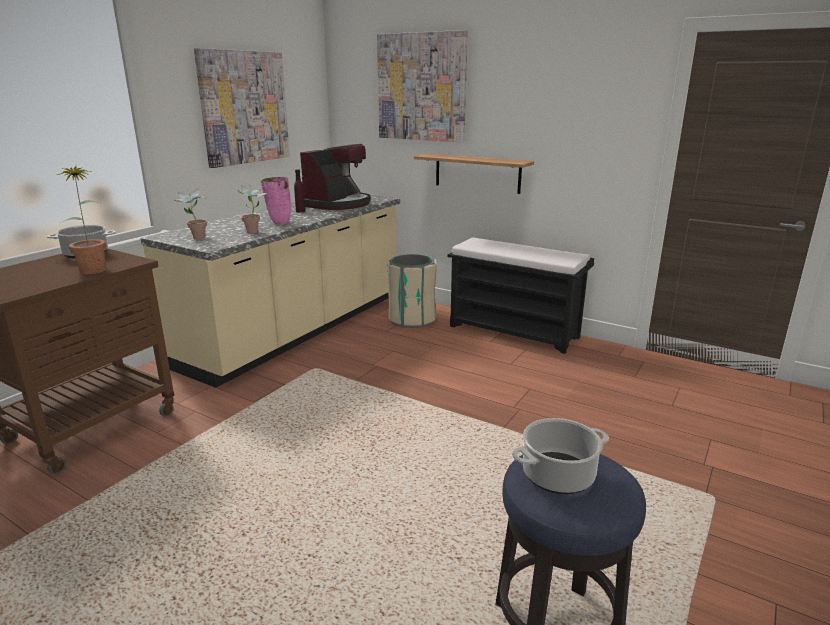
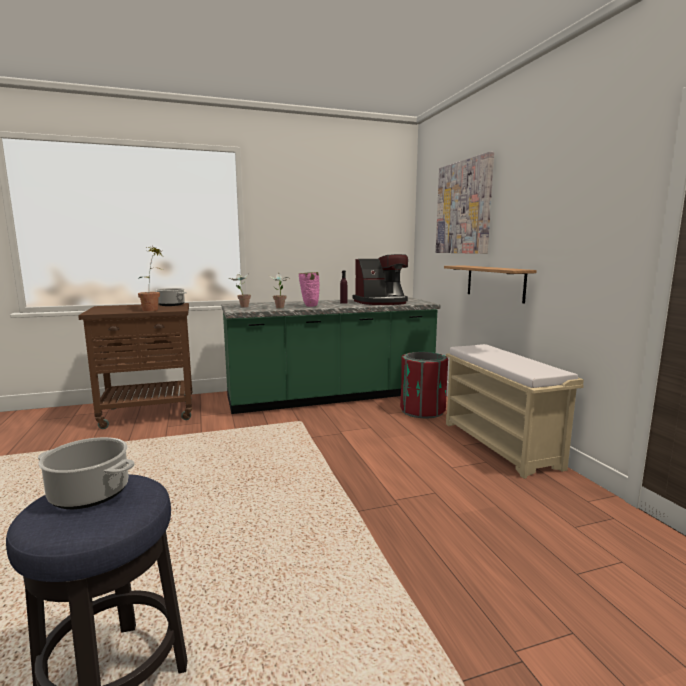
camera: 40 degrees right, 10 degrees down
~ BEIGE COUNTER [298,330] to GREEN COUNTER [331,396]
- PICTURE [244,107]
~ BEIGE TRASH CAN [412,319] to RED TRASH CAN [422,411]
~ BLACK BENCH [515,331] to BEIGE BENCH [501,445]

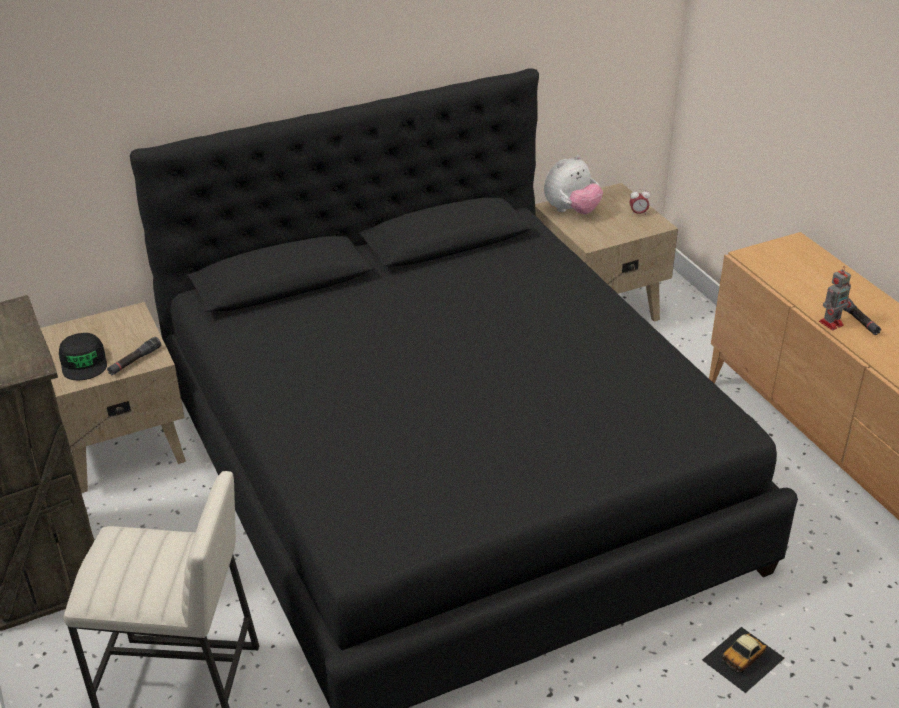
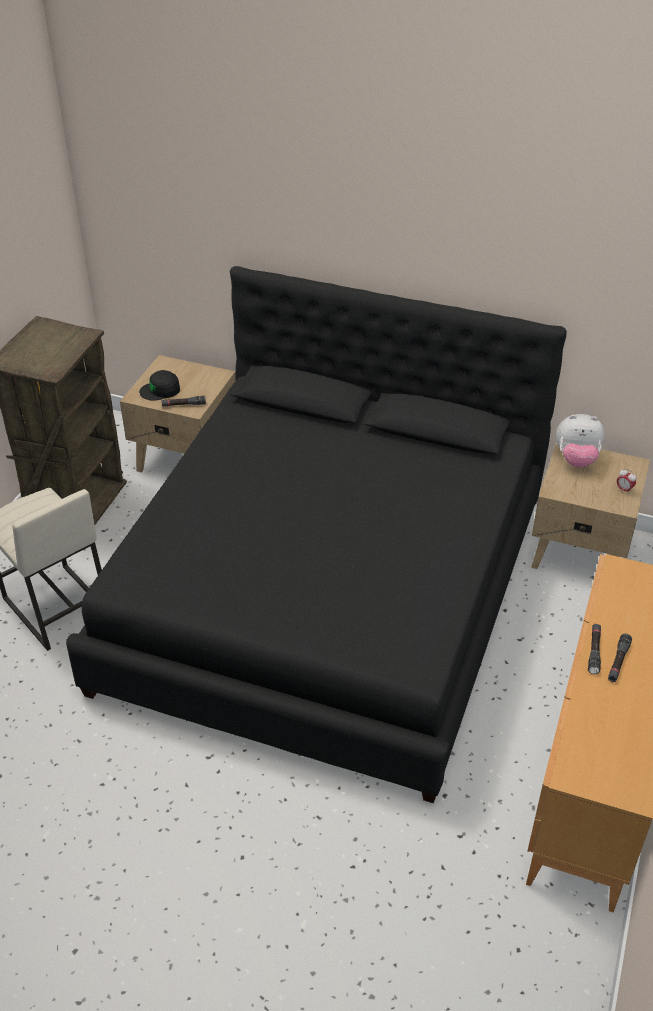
camera: 45 degrees right, 5 degrees up
~ BLACK CAP [84,362] = [160,390] 45 degrees clockwise
- TOY CAR [743,659]
~ TOY ROBOT [832,323] to BLACK FLASHLIGHT [594,651]

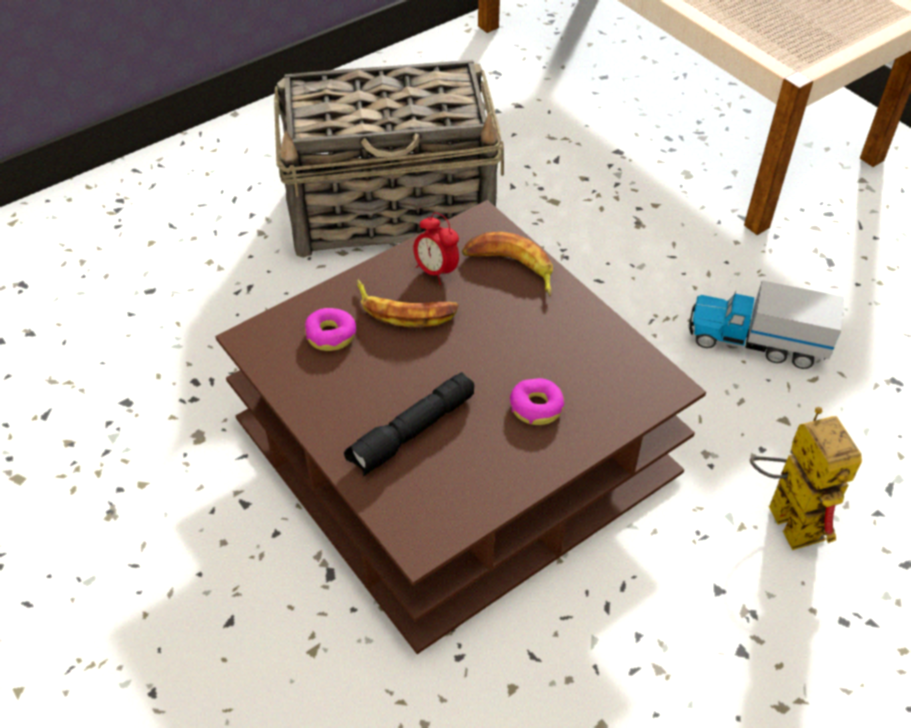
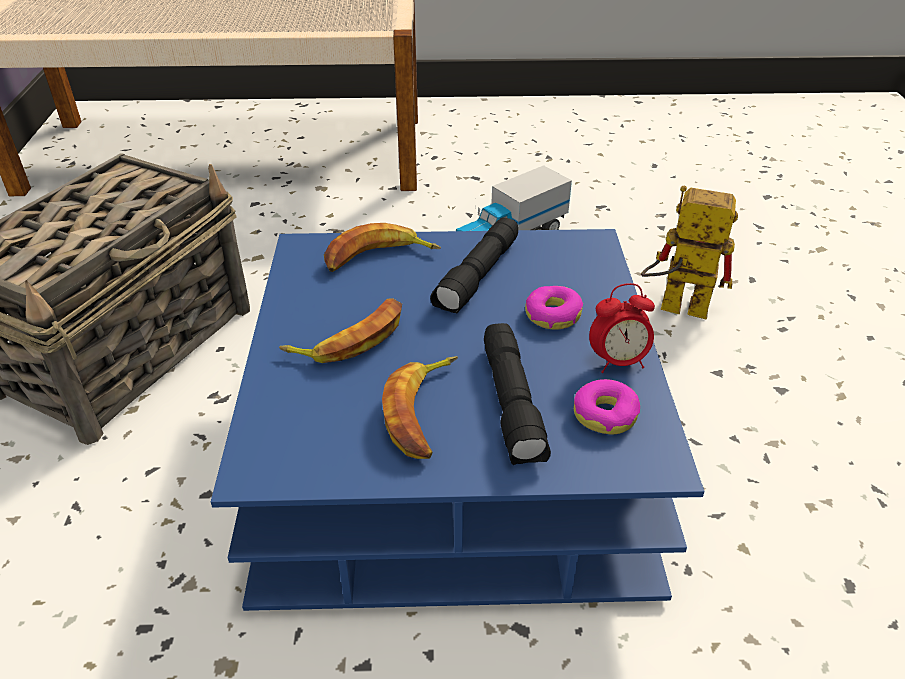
camera: 55 degrees left, 10 degrees down
~ BROWN COFFEE TABLE [455,448] to BLUE COFFEE TABLE [452,450]
~ DONUT [331,335] to [605,414]
~ ALARM CLOCK [436,271] to [618,362]
+ BANANA [423,412]
+ BLACK FLASHLIGHT [478,277]

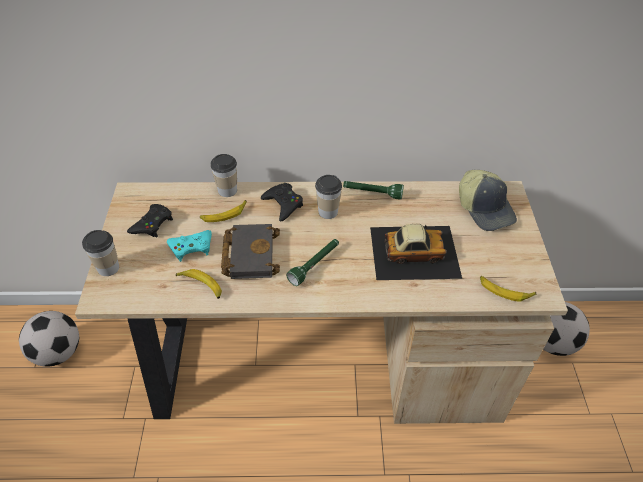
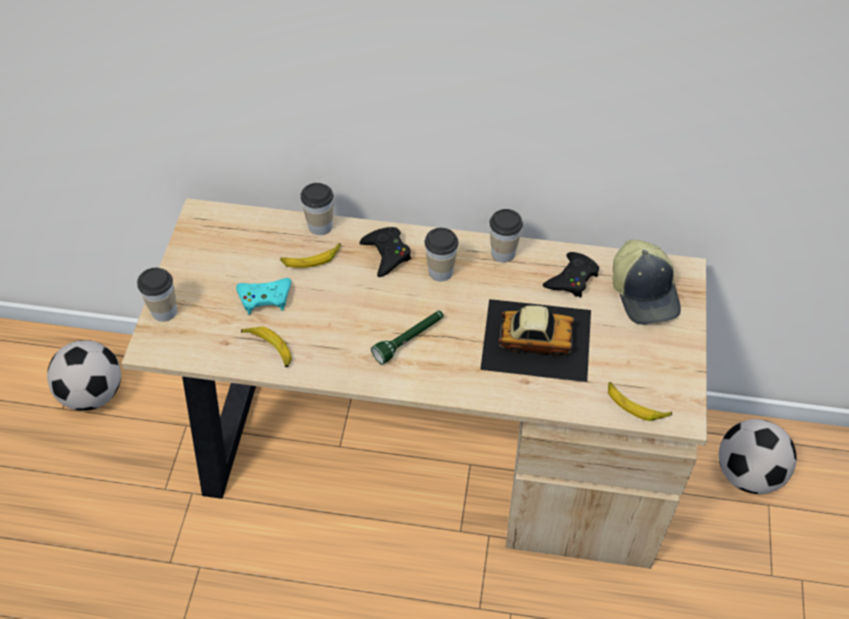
camera: 10 degrees right, 5 degrees up
~ BLACK GAME CONTROLLER [152,224] to [572,279]
- BLACK BOOK [249,254]
~ GREEN FLASHLIGHT [372,193] to CUP [503,253]

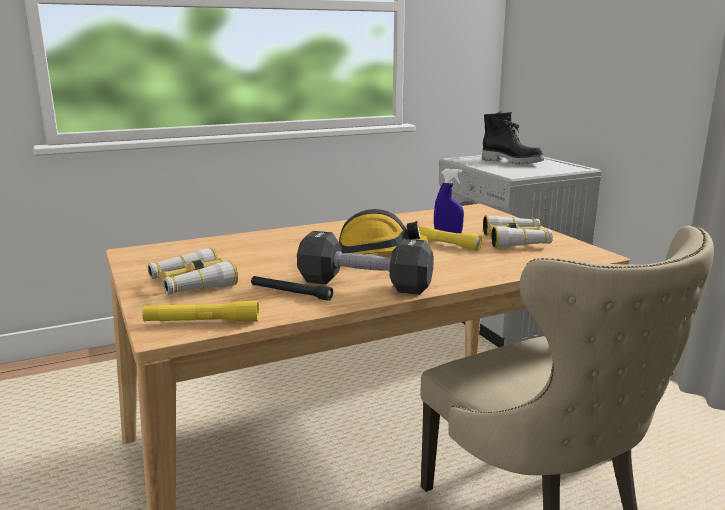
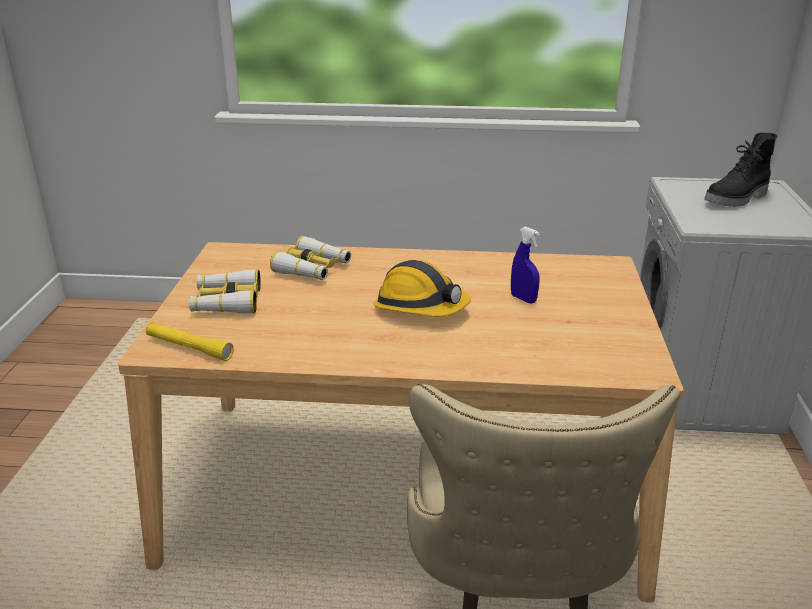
camera: 30 degrees right, 10 degrees up
- BLACK FLASHLIGHT [290,293]
- BLACK DUMBBELL [364,285]
- YELLOW FLASHLIGHT [441,243]
~ BLACK BOOT [512,162] = [737,199] 75 degrees clockwise
~ BINOCULARS [515,240] to [312,268]

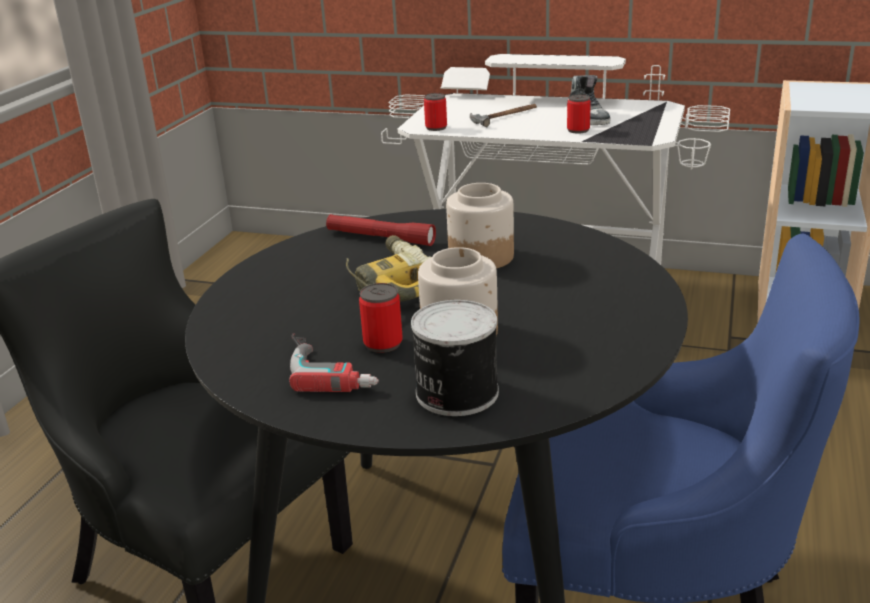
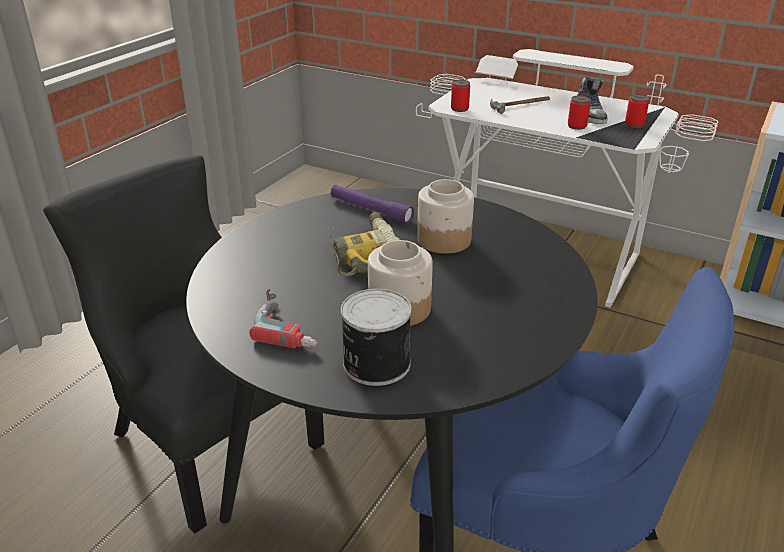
camera: 10 degrees right, 5 degrees up
~ RED FLASHLIGHT [380,238] to PURPLE FLASHLIGHT [370,210]
~ CAN [383,343] to [634,125]

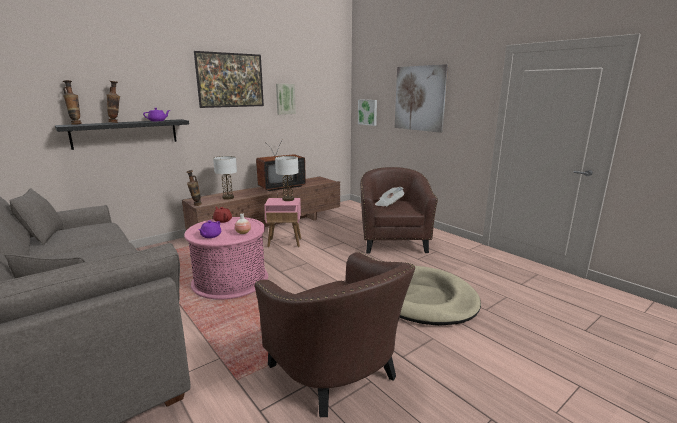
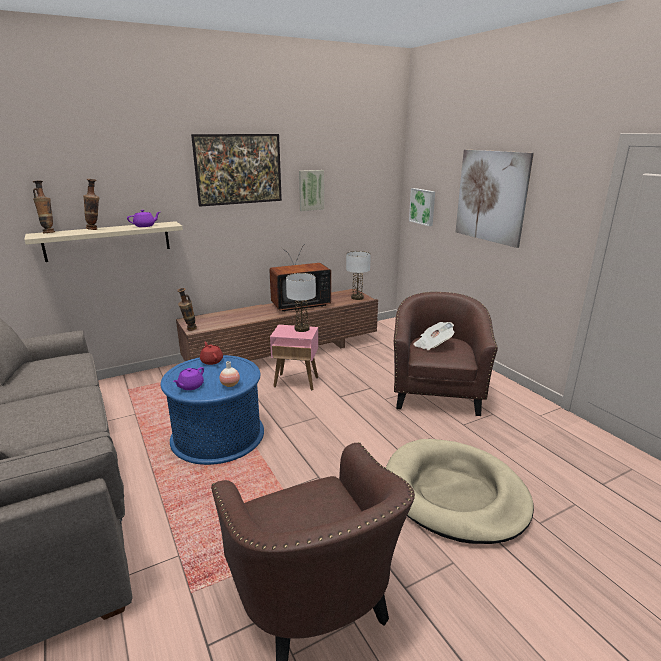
camera: 10 degrees right, 5 degrees up
~ BLACK SHELF [125,133] to BEIGE SHELF [108,241]
~ PINK COFFEE TABLE [230,280] to BLUE COFFEE TABLE [217,435]
~ TABLE LAMP [228,198] to [357,297]

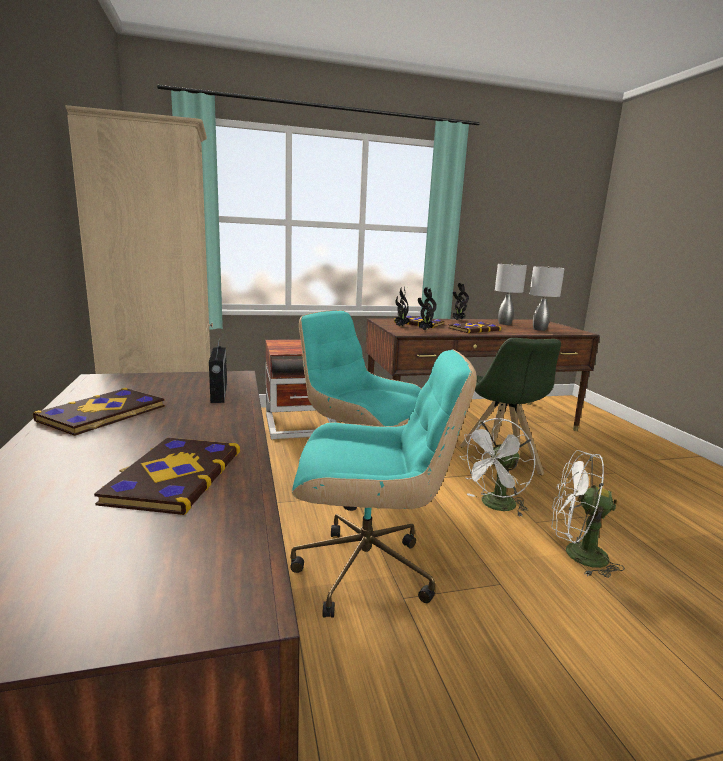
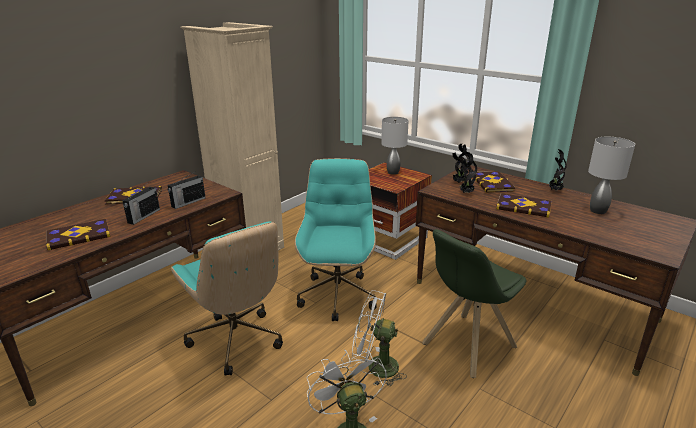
camera: 55 degrees right, 10 degrees up
~ GREY TABLE LAMP [540,329] to [393,172]
+ RADIO [143,216]

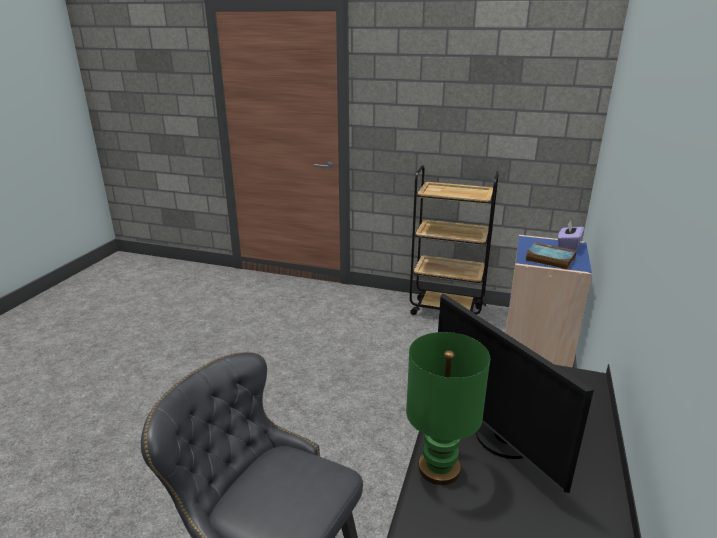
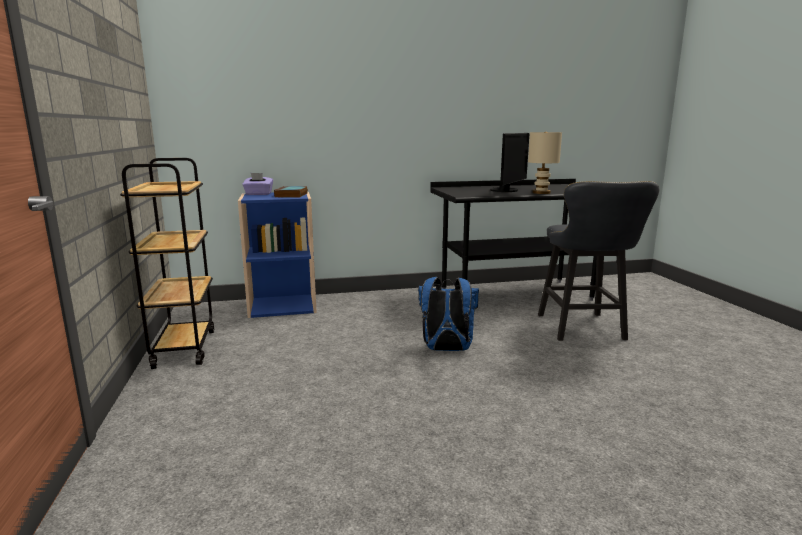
camera: 120 degrees left, 10 degrees down
~ GREEN TABLE LAMP [439,469] to BEIGE TABLE LAMP [541,192]
+ BLUE BACKPACK [446,349]

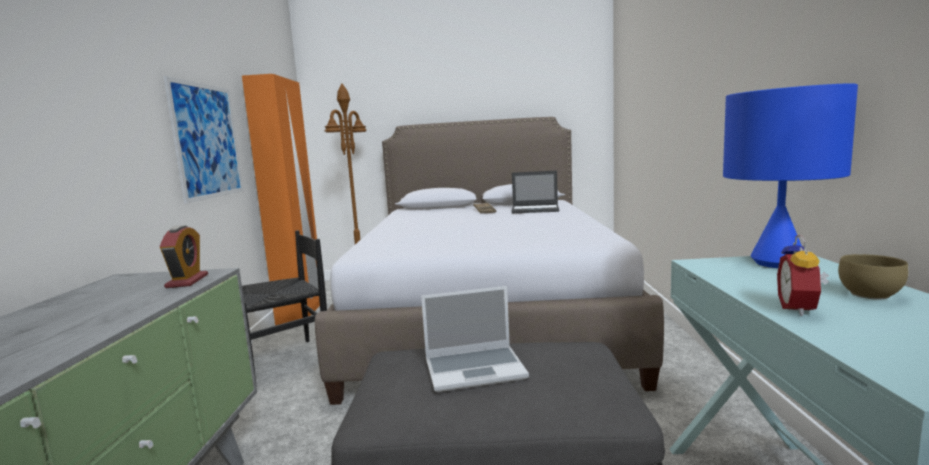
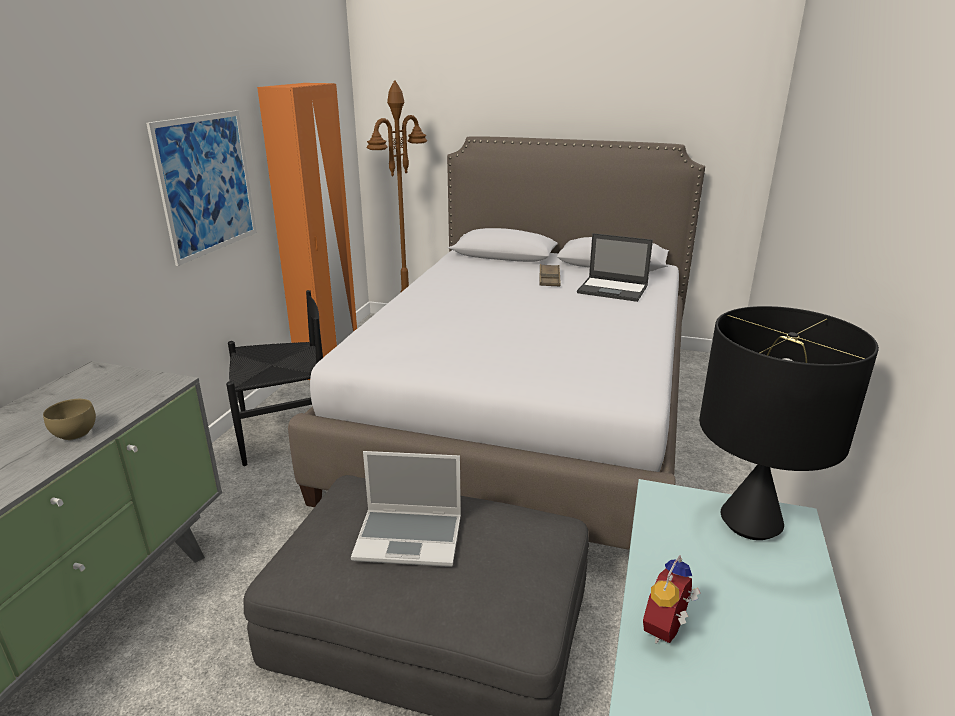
camera: 15 degrees right, 15 degrees up
- ALARM CLOCK [187,281]
~ BLUE TABLE LAMP [777,264] to BLACK TABLE LAMP [750,525]
~ BROWN BOWL [872,295] to [74,435]

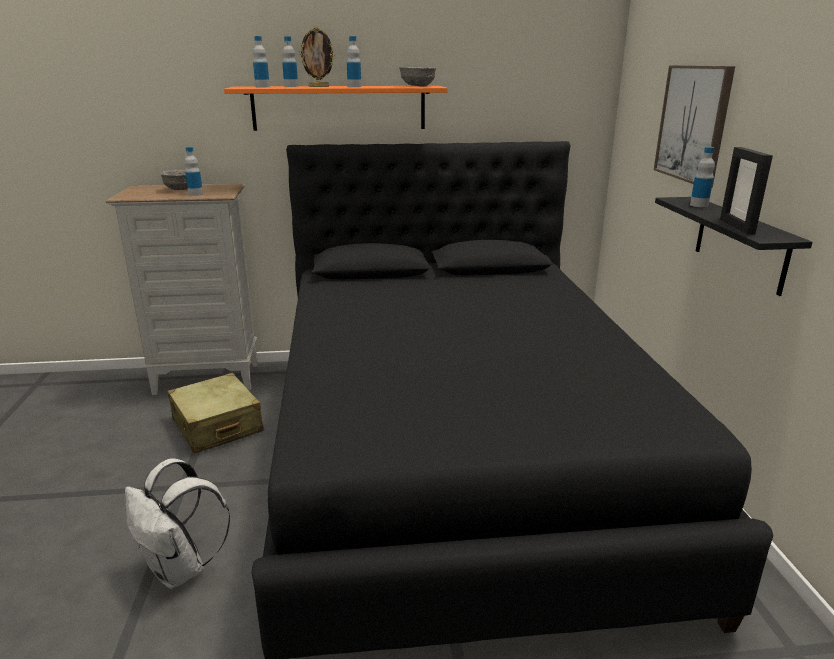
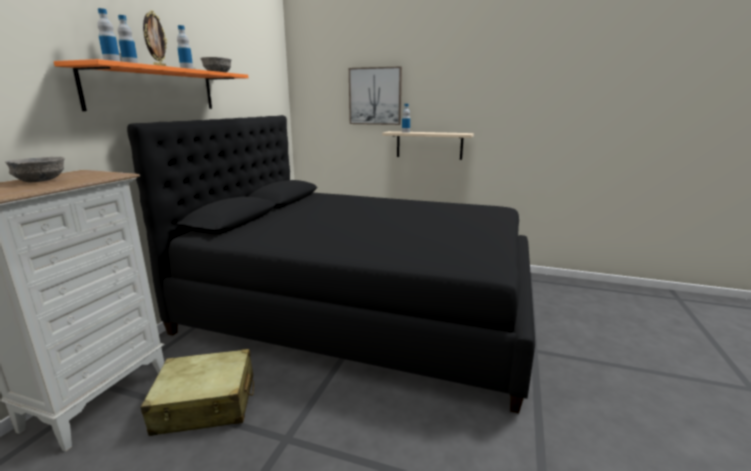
camera: 65 degrees left, 5 degrees down
- WHITE BACKPACK [181,569]
- BOTTLE [195,194]
~ BLACK SHELF [740,243] to BEIGE SHELF [429,145]
- PICTURE FRAME [738,226]

